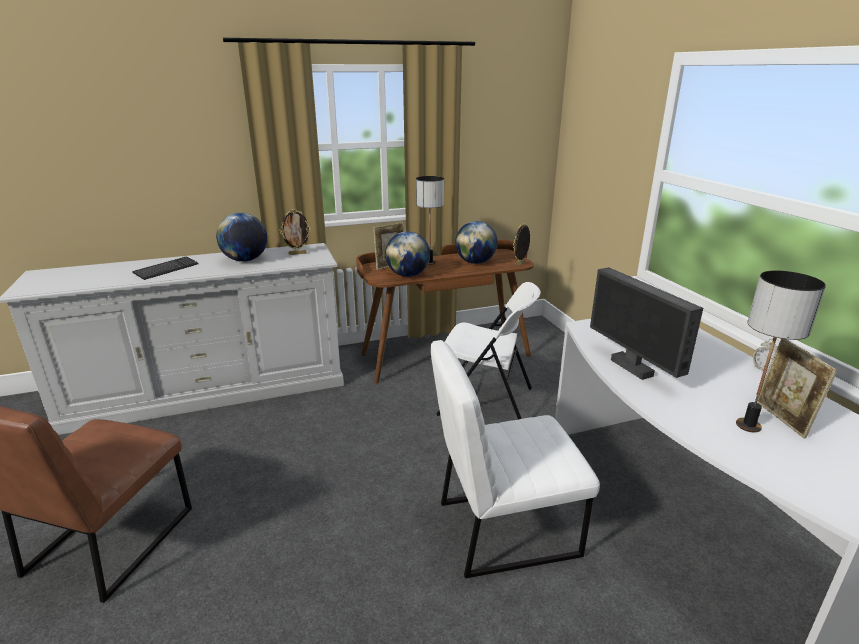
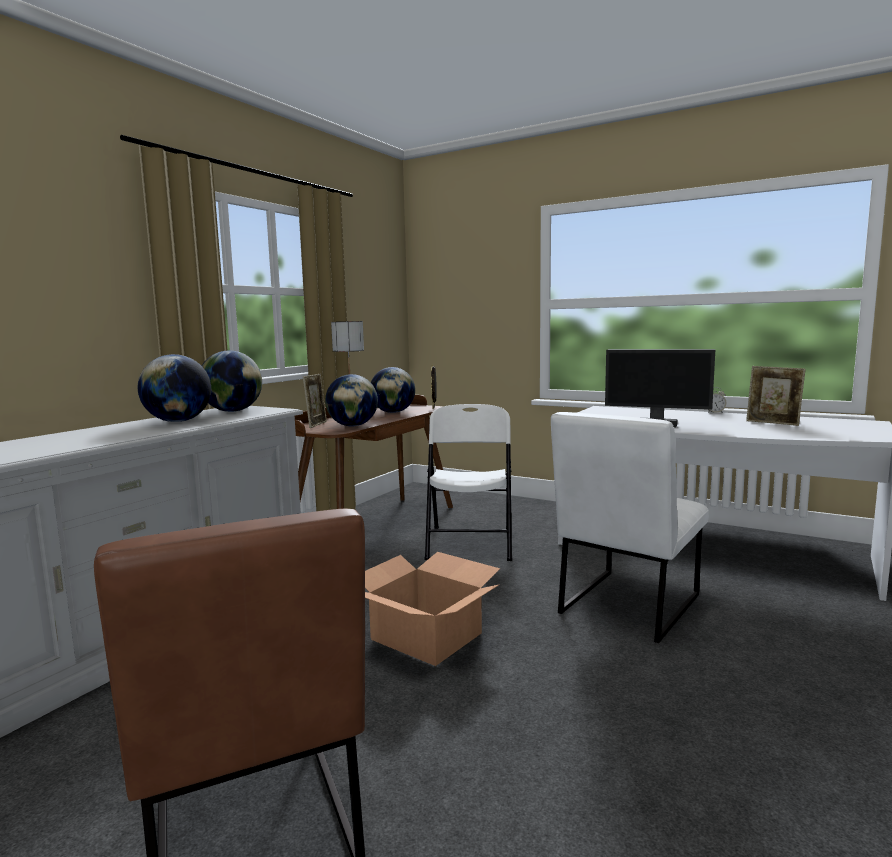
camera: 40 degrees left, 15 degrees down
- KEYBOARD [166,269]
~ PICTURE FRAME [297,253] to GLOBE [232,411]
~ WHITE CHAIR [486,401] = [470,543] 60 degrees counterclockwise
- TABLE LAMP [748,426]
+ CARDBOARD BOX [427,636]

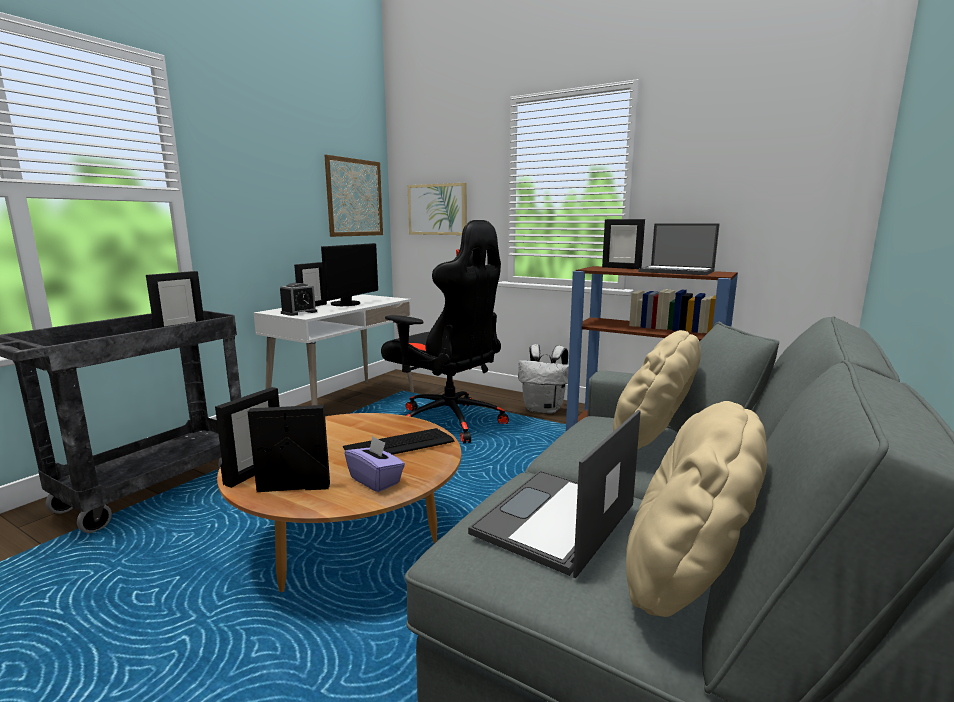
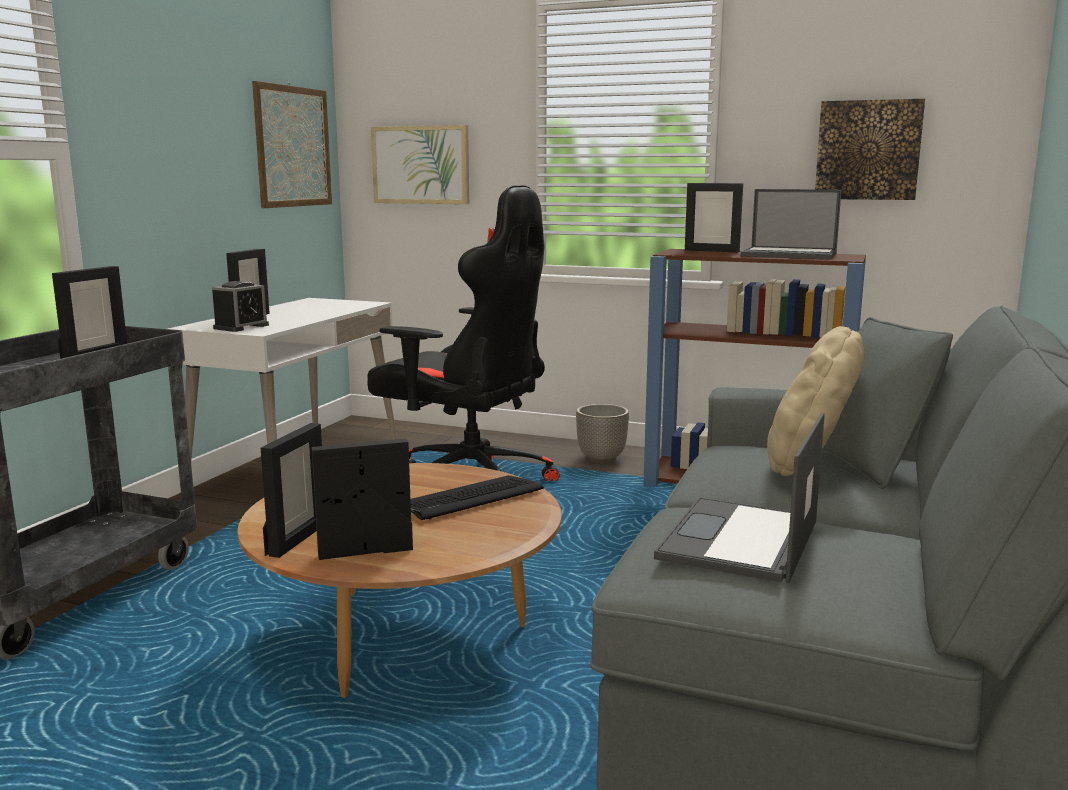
camera: 10 degrees left, 0 degrees up
- MONITOR [348,304]
- PURPLE TISSUE BOX [376,480]
~ WHITE BACKPACK [544,409] to PLANTER [602,459]
- BEIGE PILLOW [682,586]
+ PICTURE [868,150]

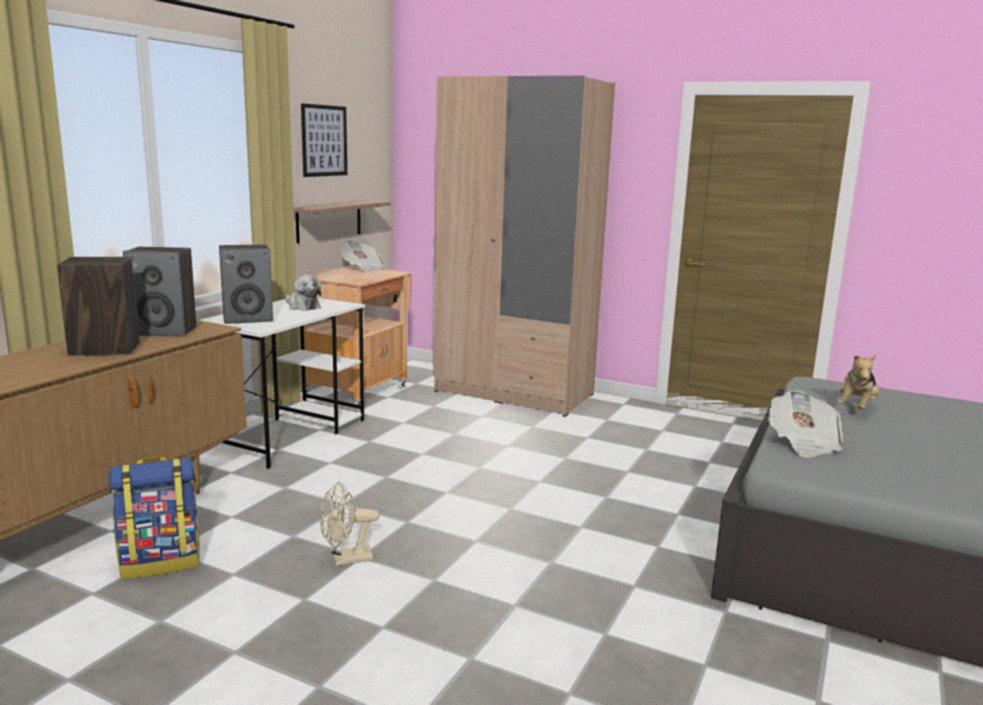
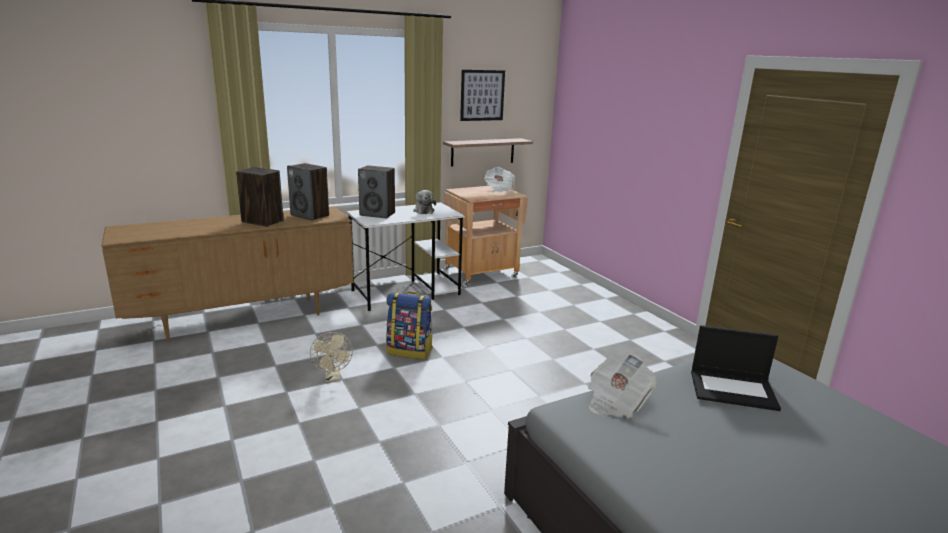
camera: 35 degrees right, 5 degrees up
~ BACKPACK [161,562] to [410,351]
~ BEIGE FAN [346,560] = [333,378] 120 degrees counterclockwise
- BEIGE WARDROBE [514,393]
~ PLUSH TOY [857,408] to LAPTOP [733,389]

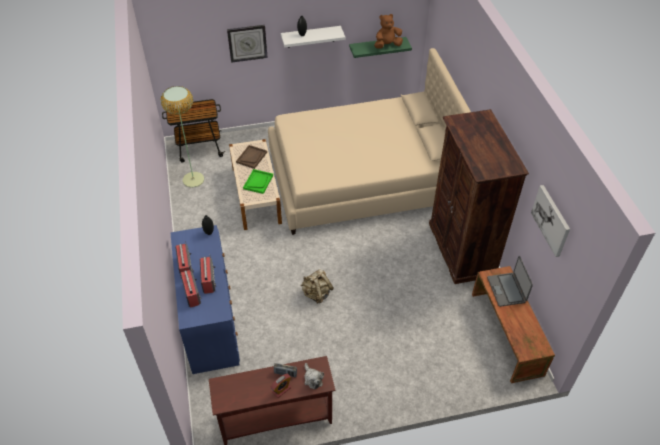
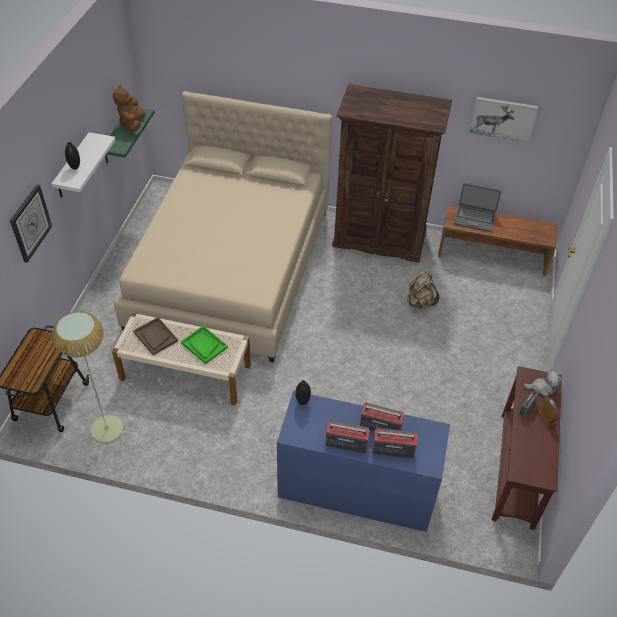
camera: 65 degrees left, 0 degrees up
~ BEIGE BACKPACK [316,294] to [420,302]

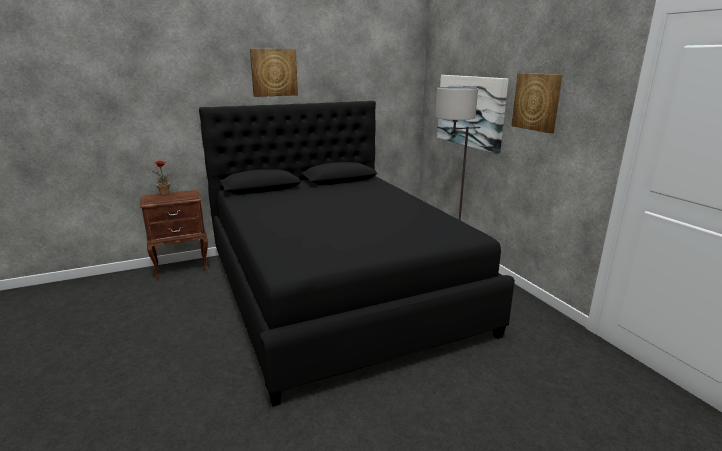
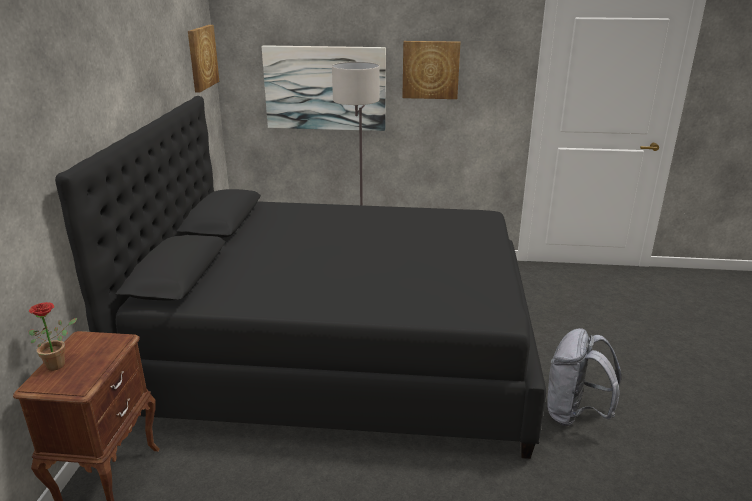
camera: 60 degrees left, 5 degrees up
~ PICTURE [274,72] to [201,57]
+ GREY BACKPACK [575,414]

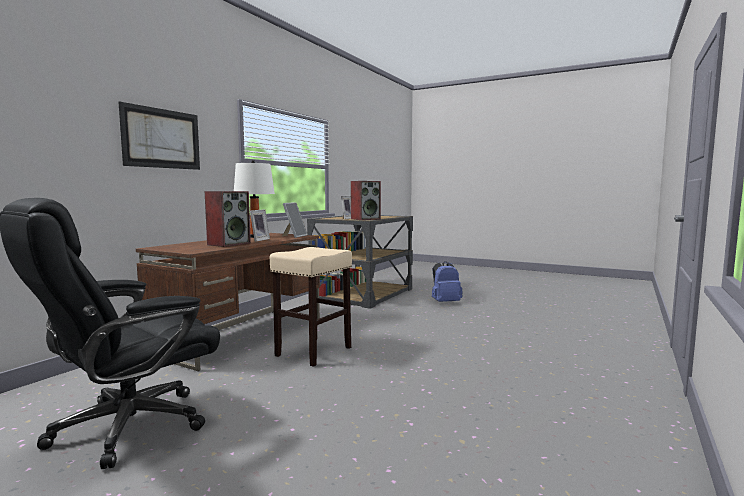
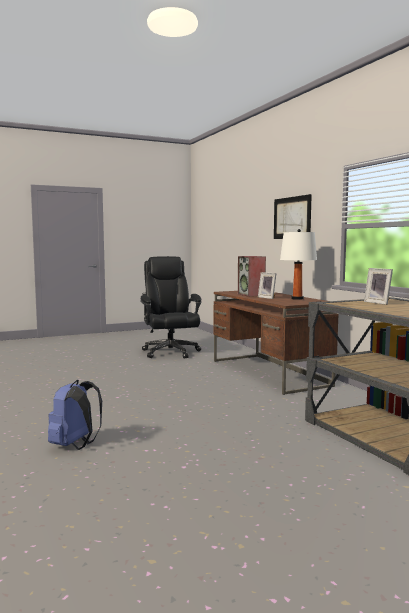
camera: 125 degrees right, 0 degrees up
- BEIGE STOOL [313,352]
- PICTURE FRAME [294,236]
- SPEAKER [365,219]
~ BLUE BACKPACK [445,302] to [75,445]

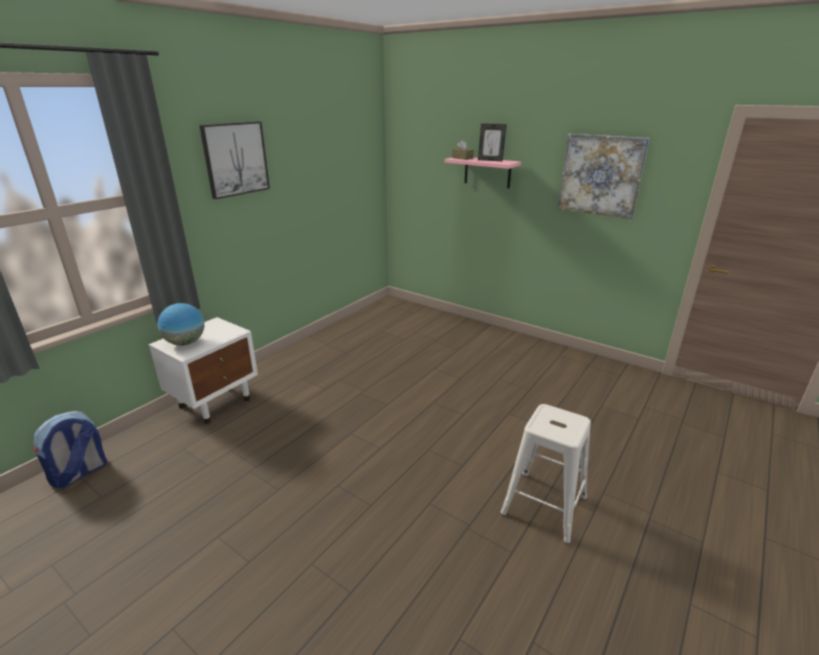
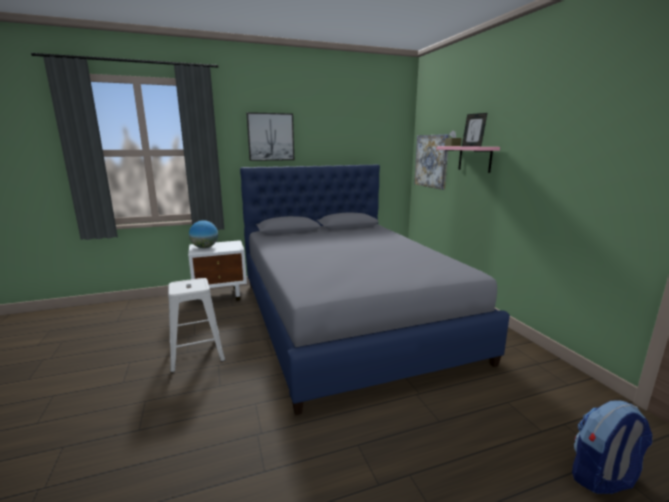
camera: 35 degrees right, 10 degrees down
~ BACKPACK [80,473] to [602,477]
~ WHITE STOOL [544,505] to [197,353]
~ PICTURE [601,175] to [431,161]
+ GREY BED [347,317]

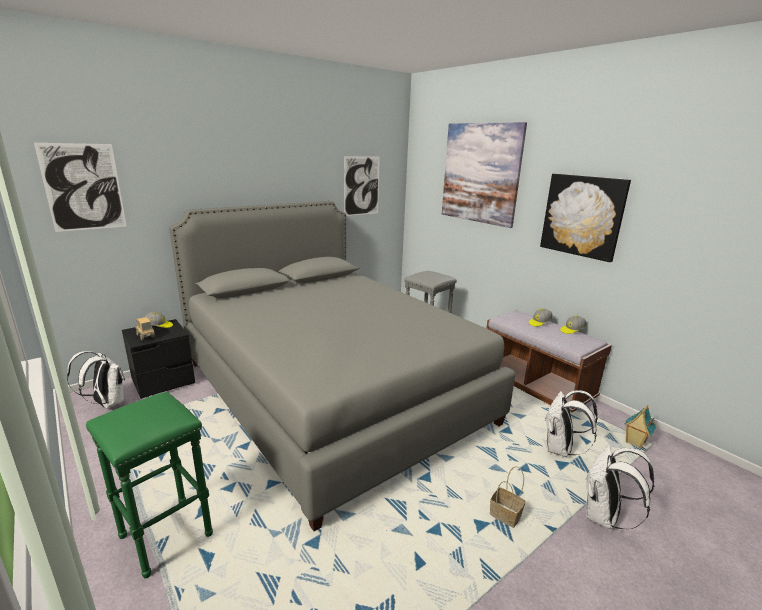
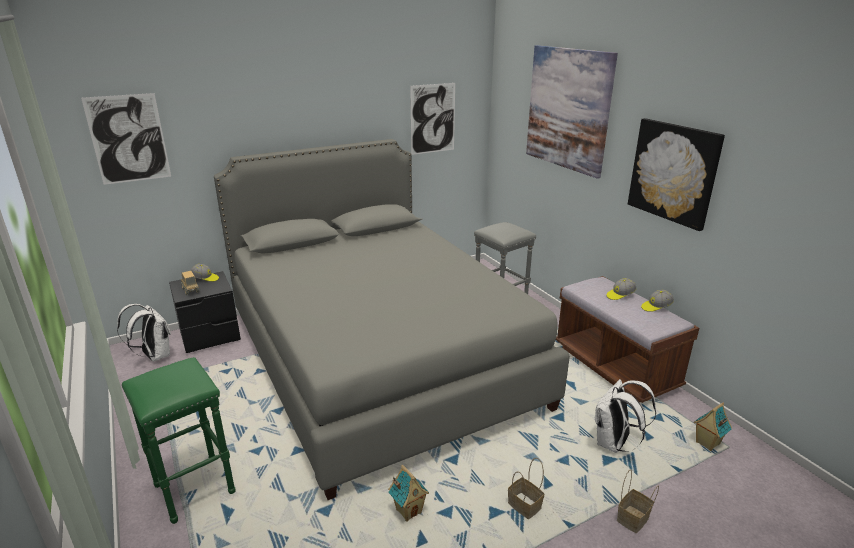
camera: 10 degrees right, 5 degrees up
~ WHITE BACKPACK [604,517] to BASKET [633,520]
+ TOY HOUSE [408,511]

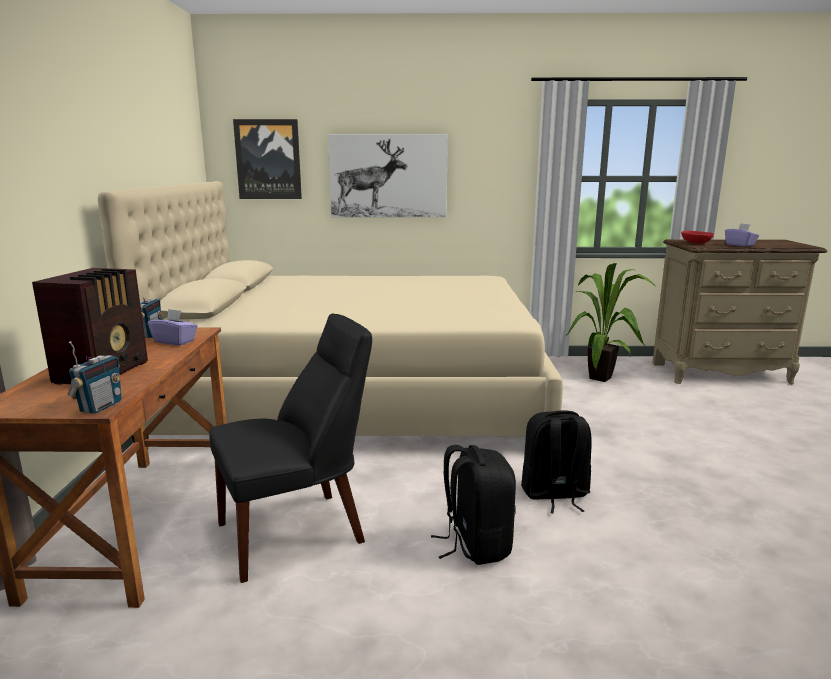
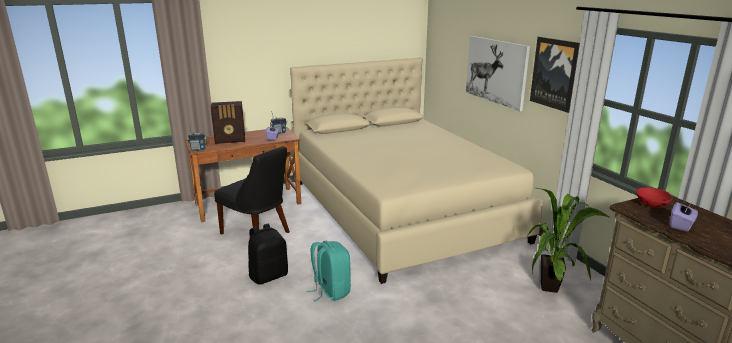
camera: 65 degrees right, 5 degrees up
~ PICTURE [268,159] to [554,73]
~ BLACK BACKPACK [554,494] to TURQUOISE BACKPACK [330,291]

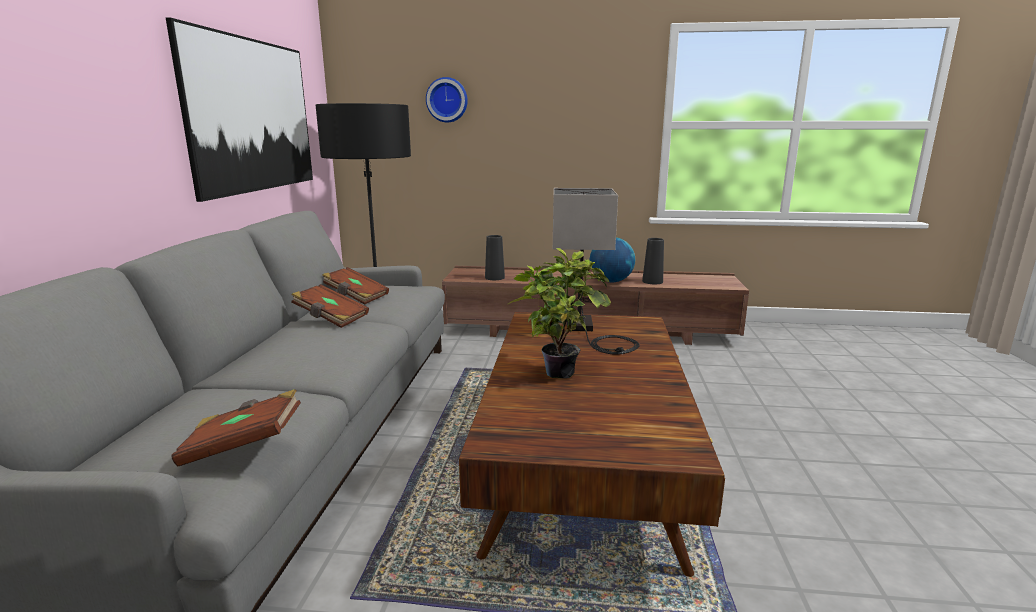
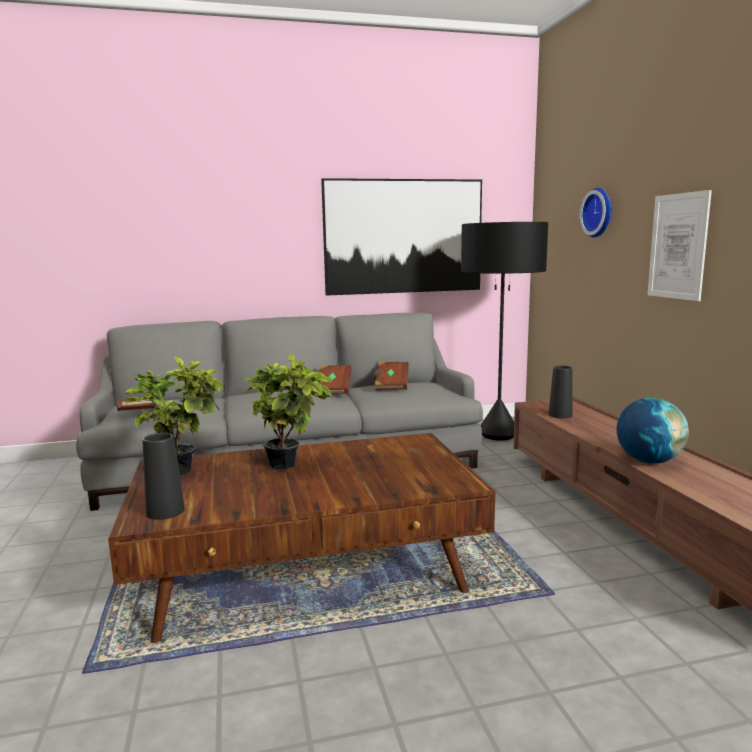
camera: 70 degrees right, 5 degrees down
- TABLE LAMP [591,333]
~ BLACK VASE [652,281] to [165,511]
+ POTTED PLANT [184,470]
+ PICTURE [678,246]

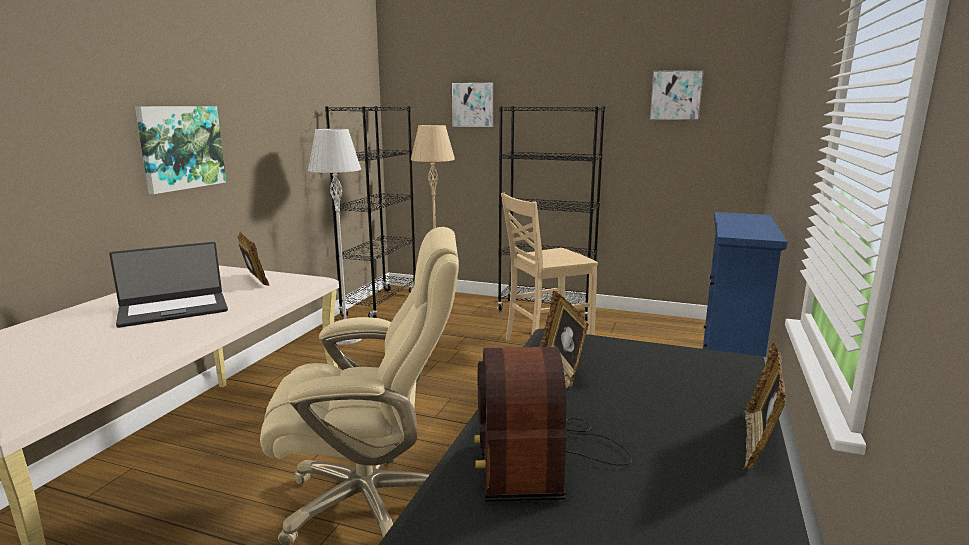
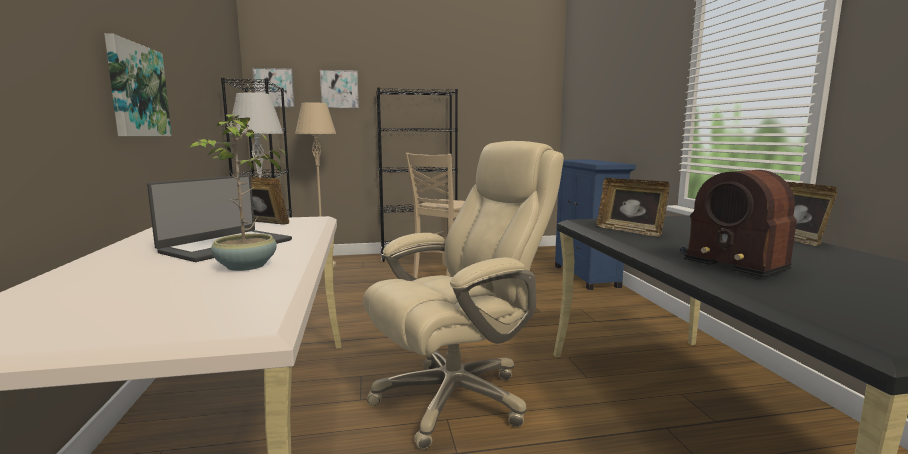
camera: 30 degrees left, 5 degrees down
~ PICTURE [676,95] to [274,88]
+ POTTED PLANT [245,266]

